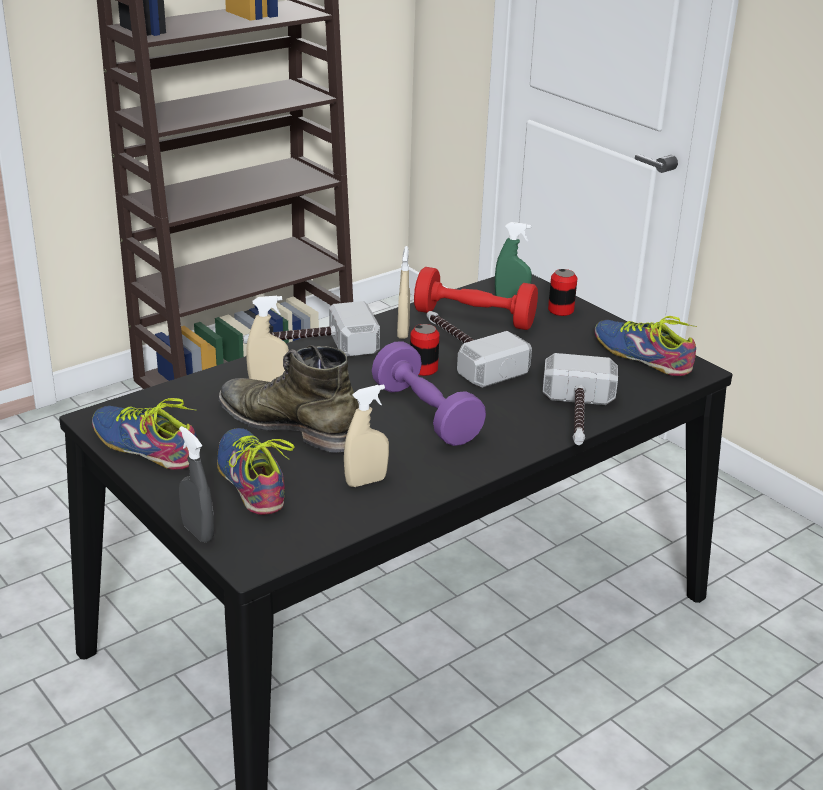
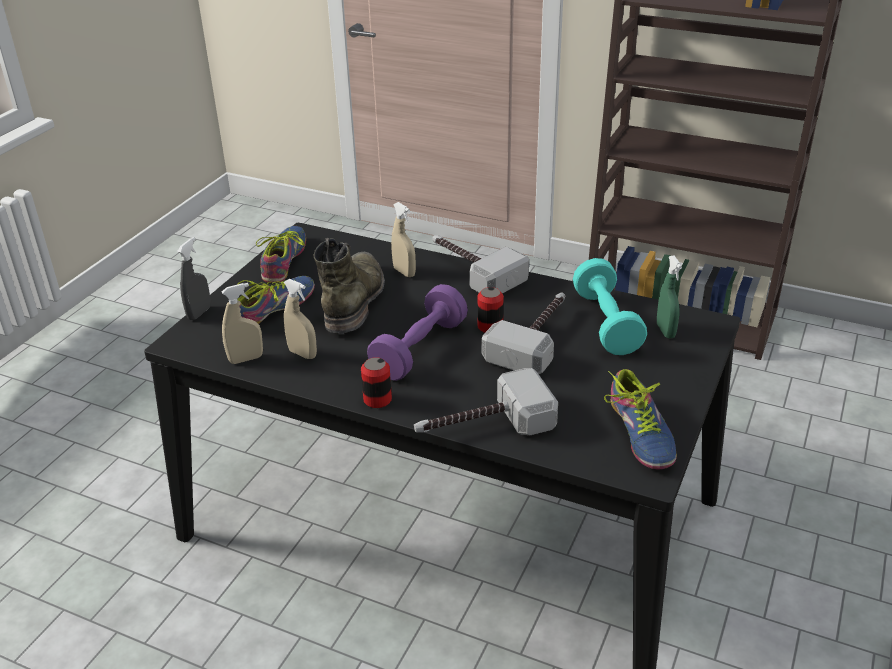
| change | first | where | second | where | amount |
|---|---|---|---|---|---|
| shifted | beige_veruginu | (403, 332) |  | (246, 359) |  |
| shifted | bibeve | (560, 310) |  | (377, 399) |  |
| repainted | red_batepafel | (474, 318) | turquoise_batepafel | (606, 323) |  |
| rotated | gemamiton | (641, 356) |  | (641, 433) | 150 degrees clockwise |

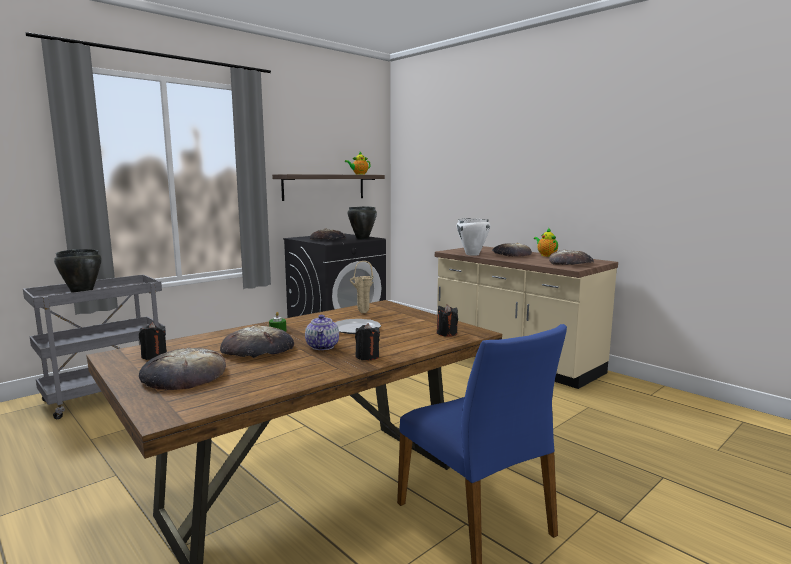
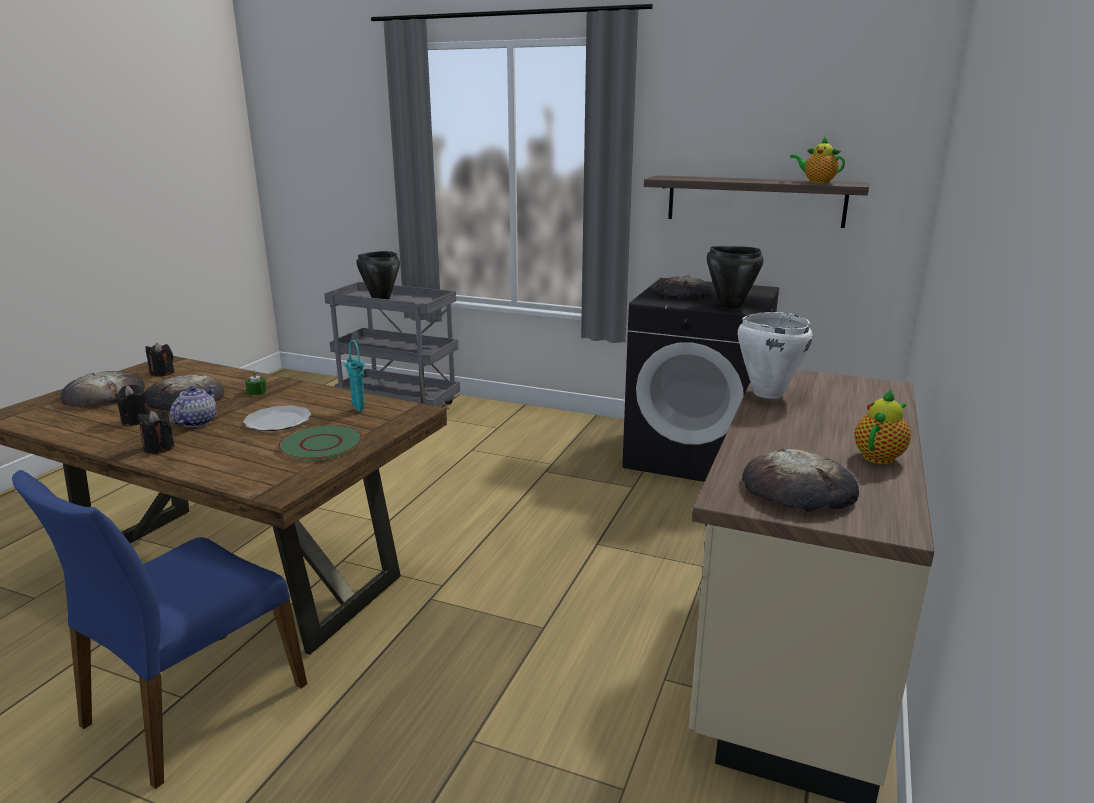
| change | first | where | second | where | amount |
|---|---|---|---|---|---|
| shifted | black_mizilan | (446, 333) |  | (136, 421) |  |
| rotated | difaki | (323, 346) |  | (197, 422) | 135 degrees clockwise |
| new |  |  | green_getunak | (321, 444) |  |
| repainted | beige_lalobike | (362, 313) | turquoise_lalobike | (357, 410) |  |
| gone | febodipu | (511, 254) |  |  |  |

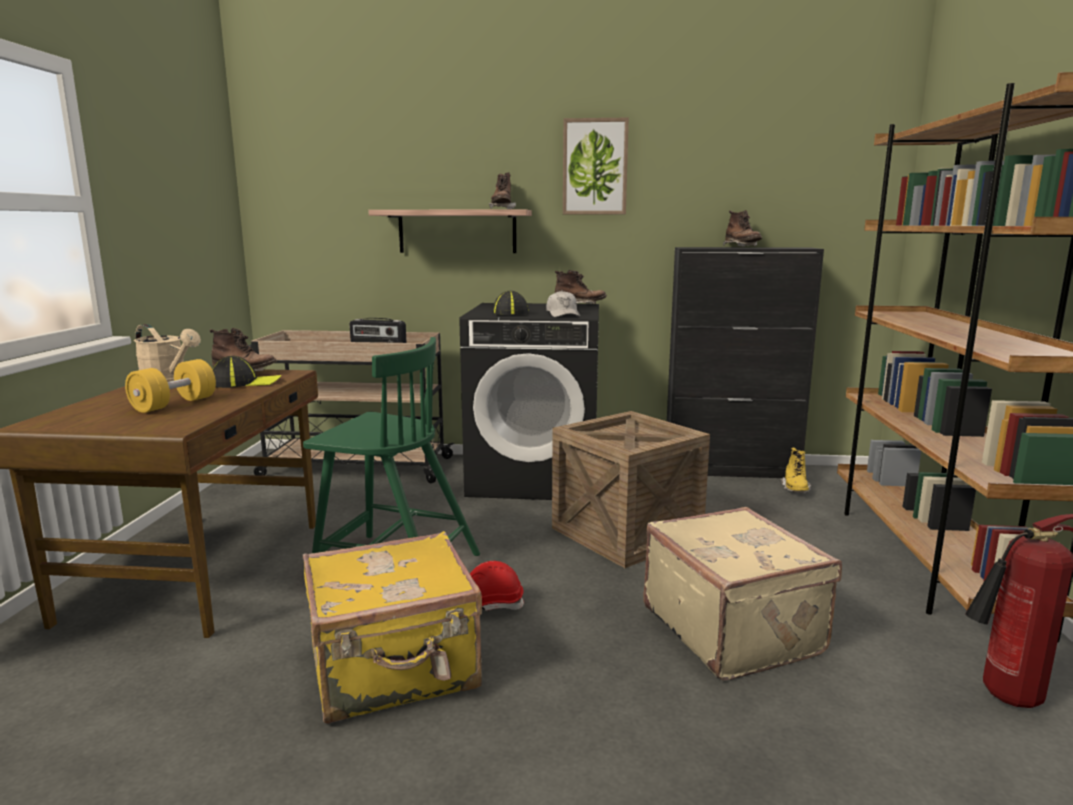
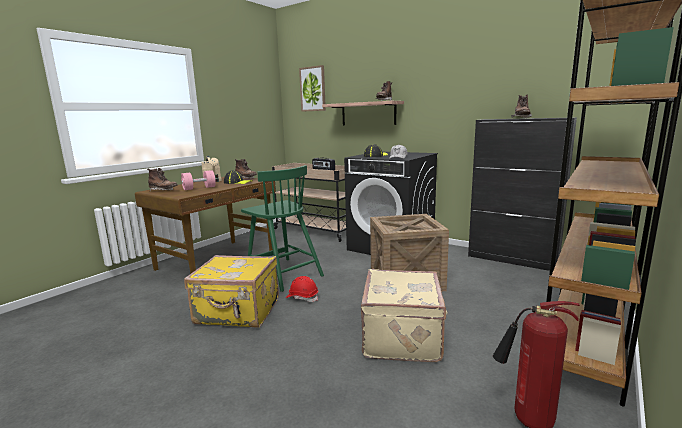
| change | first | where | second | where | amount |
|---|---|---|---|---|---|
| shifted | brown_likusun | (580, 306) |  | (163, 191) |  |
| repainted | yellow_batepafel | (174, 404) | pink_batepafel | (199, 188) |  |
| shifted | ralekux | (595, 167) |  | (313, 89) |  |
| gone | yellow_likusun | (795, 489) |  |  |  |

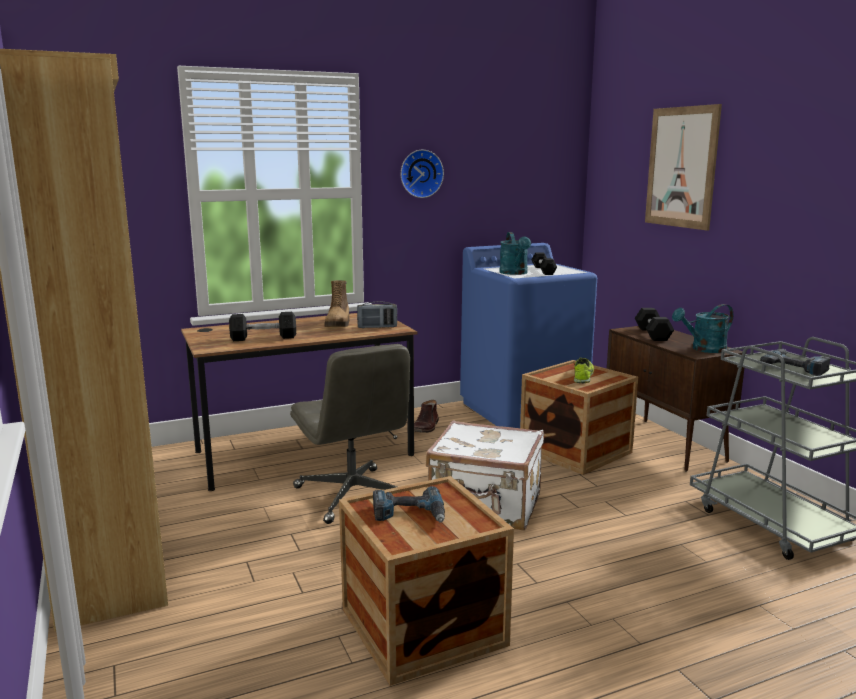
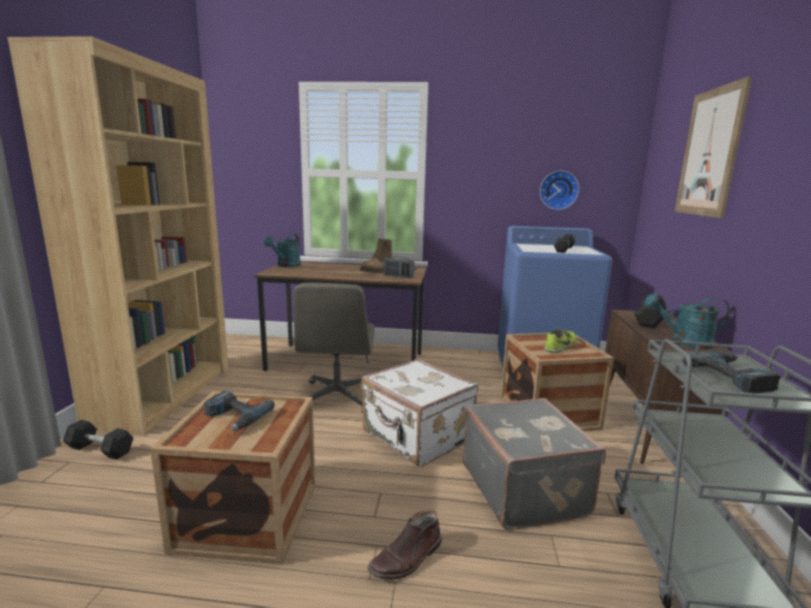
| change | first | where | second | where | amount |
|---|---|---|---|---|---|
| shifted | black_batepafel | (263, 338) |  | (100, 449) |  |
| shifted | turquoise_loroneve | (515, 273) |  | (286, 266) |  |
| shifted | brown_likusun | (426, 427) |  | (407, 558) |  |
| new |  |  | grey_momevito | (525, 488) |  |
| shifted | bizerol | (420, 173) |  | (558, 190) |  |

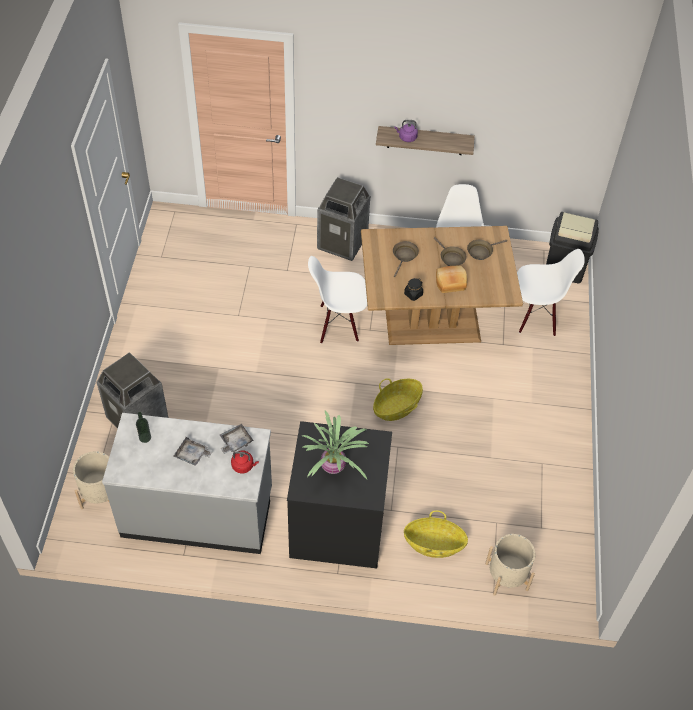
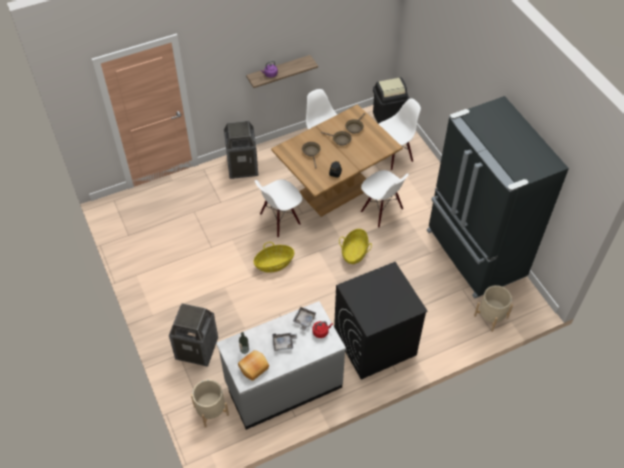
| change | first | where | second | where | amount |
|---|---|---|---|---|---|
| shifted | febodipu | (450, 282) |  | (253, 367) |  |
| shifted | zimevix | (434, 544) |  | (274, 264) |  |
| new |  |  | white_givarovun | (381, 210) |  |
| new |  |  | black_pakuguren | (474, 254) |  |
| gone | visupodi | (333, 467) |  |  |  |

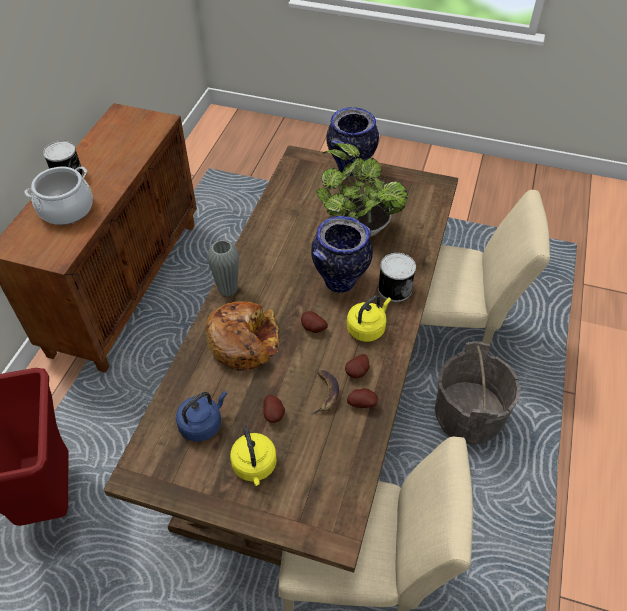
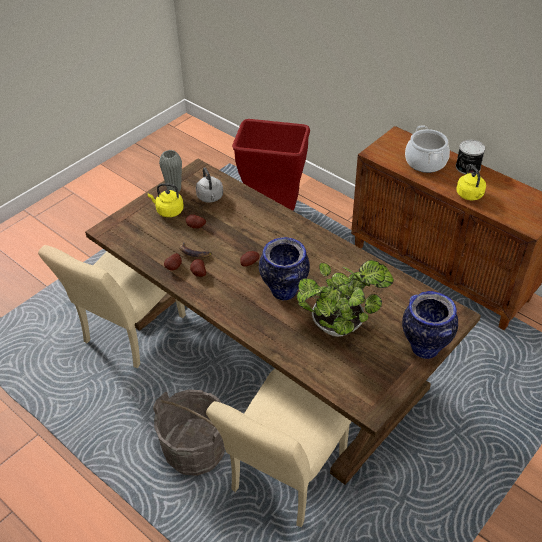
| change | first | where | second | where | amount |
|---|---|---|---|---|---|
| shifted | grey_lalobike | (228, 289) |  | (174, 189) |  |
| repainted | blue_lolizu | (202, 424) | grey_lolizu | (210, 198) |  |
| shifted | yellow_lolizu | (367, 328) |  | (470, 195) |  |
| gone | febodipu | (243, 342) |  |  |  |
| gone | bibeve | (394, 288) |  |  |  |

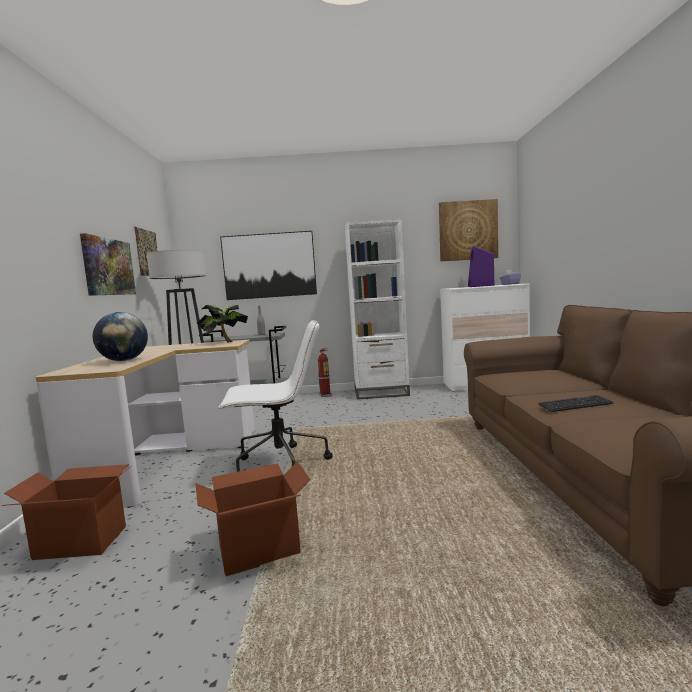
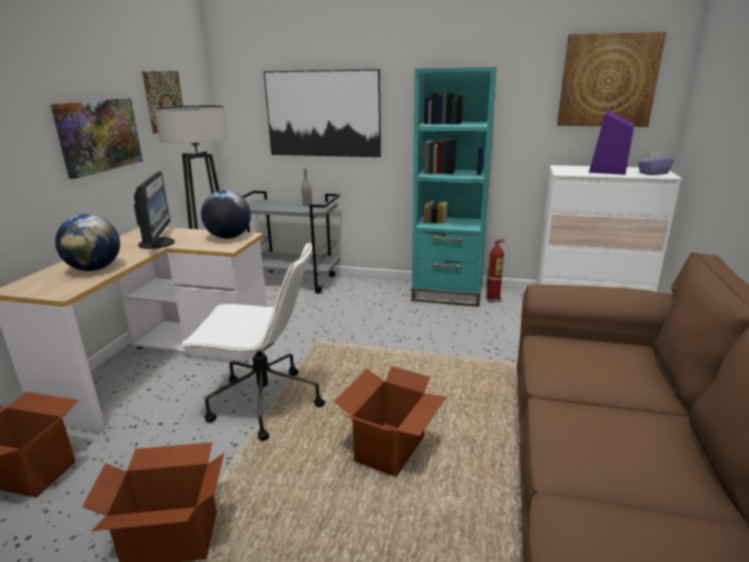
| change | first | where | second | where | amount |
|---|---|---|---|---|---|
| new |  |  | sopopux | (158, 243) |  |
| swapped | visupodi | (223, 342) | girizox | (229, 237) |  |
| new |  |  | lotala | (391, 449) |  |
| repainted | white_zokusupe | (381, 393) | turquoise_zokusupe | (447, 294) |  |
| shifted | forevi | (325, 395) |  | (493, 299) |  |
| gone | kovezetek | (575, 405) |  |  |  |

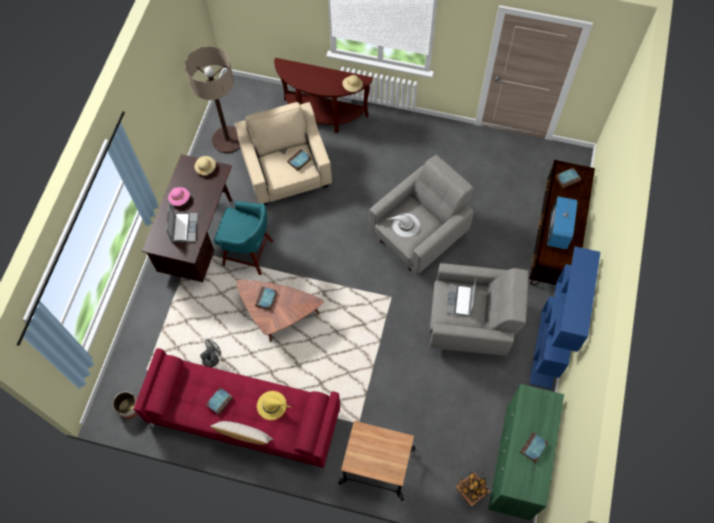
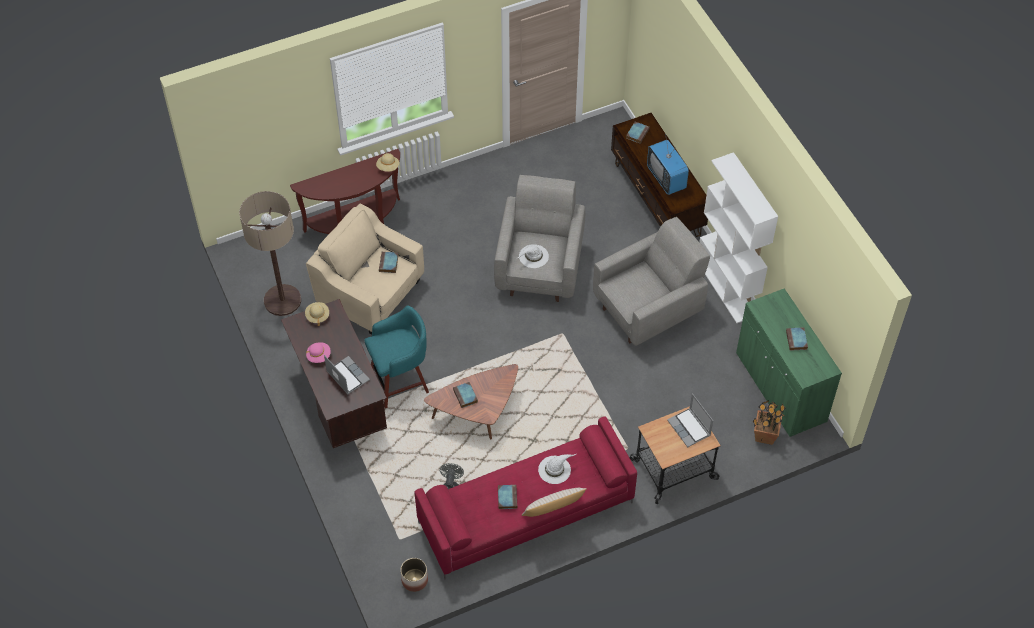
| change | first | where | second | where | amount |
|---|---|---|---|---|---|
| repainted | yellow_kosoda | (272, 405) | white_kosoda | (555, 469) |  |
| shifted | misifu | (460, 301) |  | (689, 428) |  |
| repainted | blue_zokusupe | (547, 349) | white_zokusupe | (727, 288) |  |

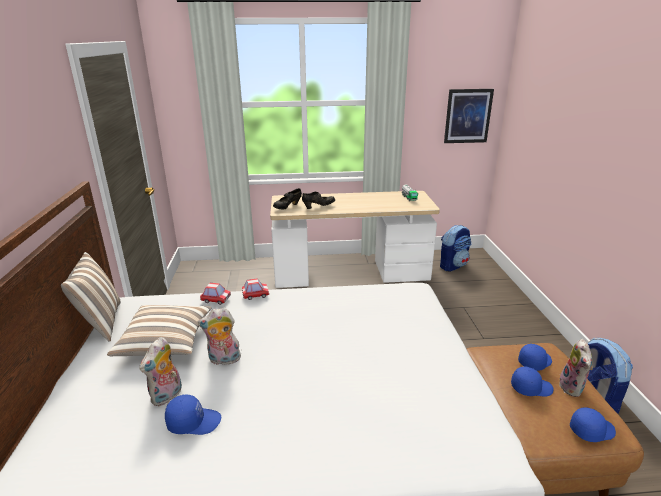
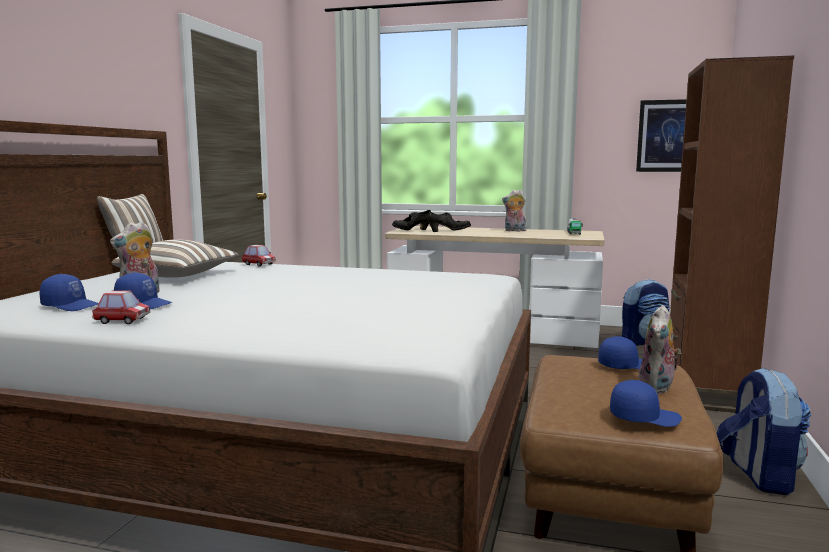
| change | first | where | second | where | amount |
|---|---|---|---|---|---|
| shifted | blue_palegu | (531, 387) |  | (71, 306) |  |
| shifted | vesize | (255, 295) |  | (122, 320) |  |
| shifted | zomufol | (223, 360) |  | (514, 231) |  |
| new |  |  | brown_zokusupe | (706, 392) |  |

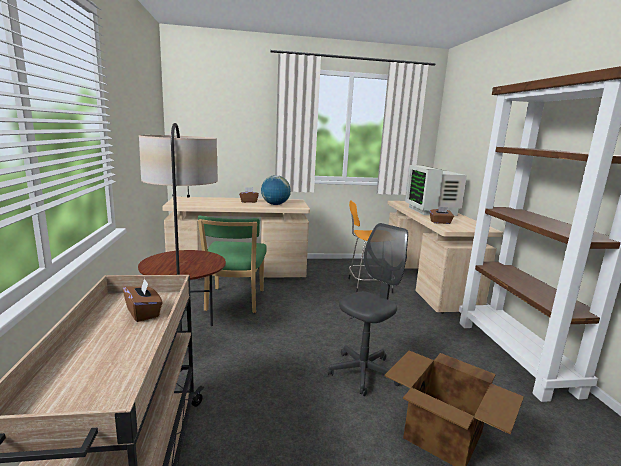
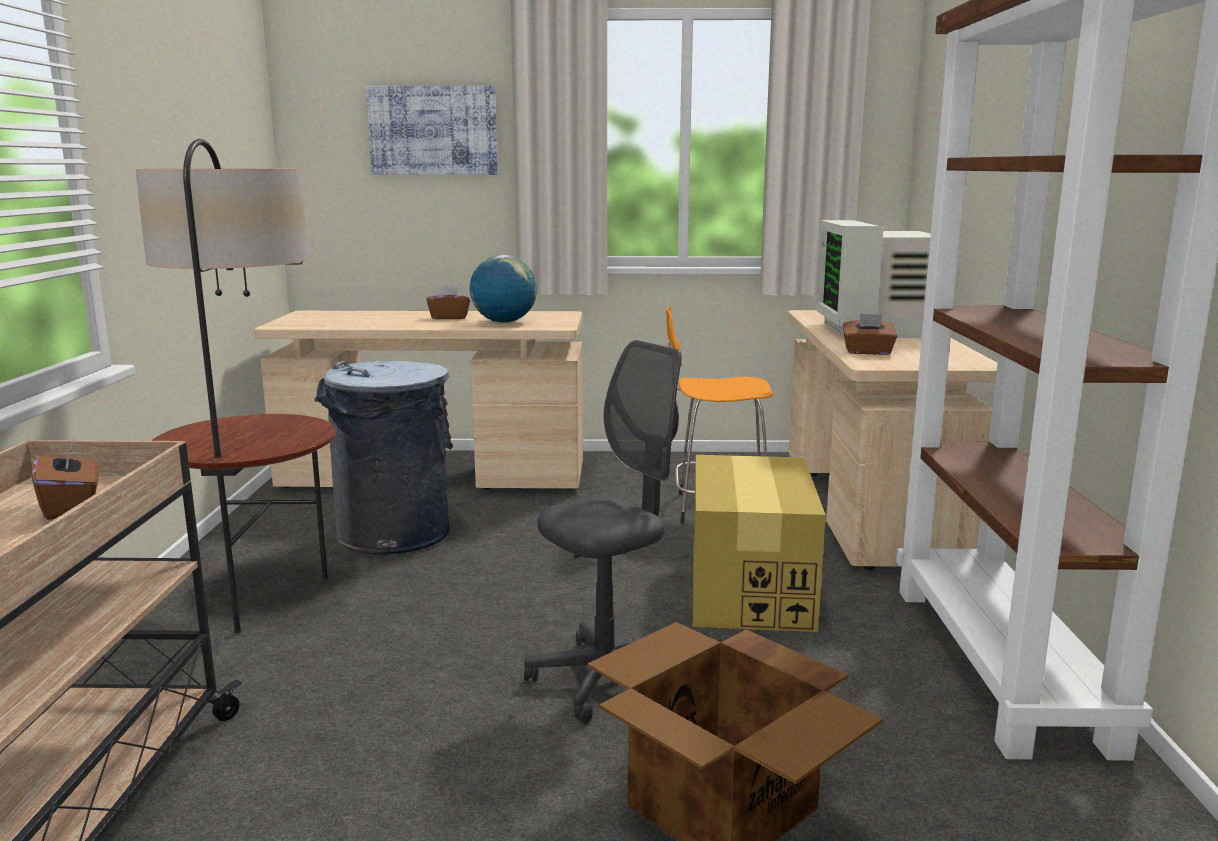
| change | first | where | second | where | amount |
|---|---|---|---|---|---|
| swapped | green_givarovun | (234, 302) | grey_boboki | (394, 535) |  |
| new |  |  | ralekux | (433, 131) |  |
| new |  |  | lotala | (749, 589) |  |

